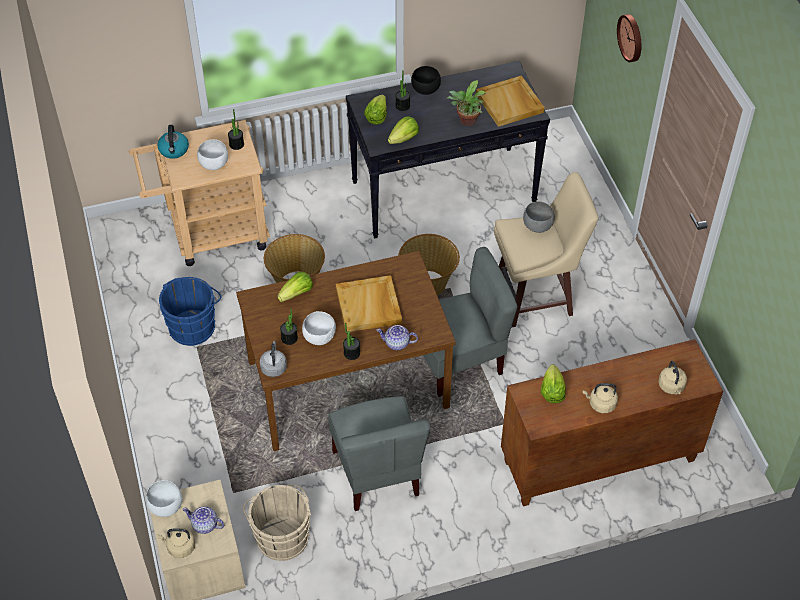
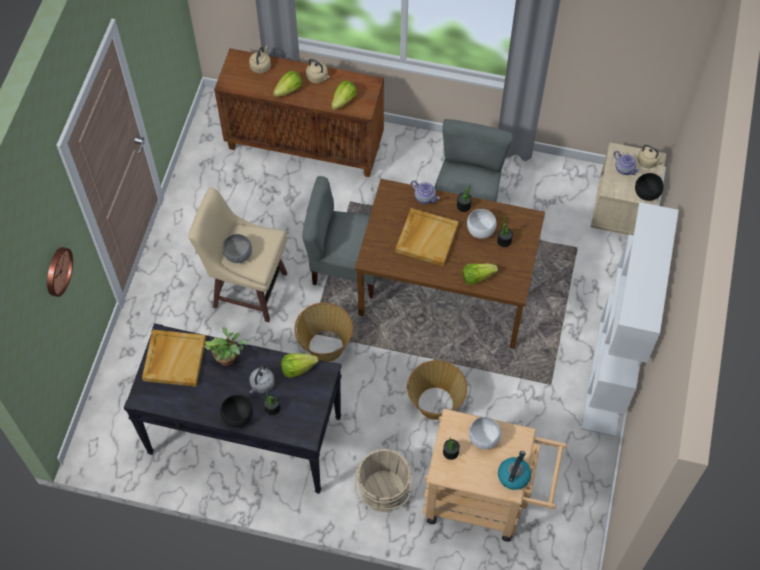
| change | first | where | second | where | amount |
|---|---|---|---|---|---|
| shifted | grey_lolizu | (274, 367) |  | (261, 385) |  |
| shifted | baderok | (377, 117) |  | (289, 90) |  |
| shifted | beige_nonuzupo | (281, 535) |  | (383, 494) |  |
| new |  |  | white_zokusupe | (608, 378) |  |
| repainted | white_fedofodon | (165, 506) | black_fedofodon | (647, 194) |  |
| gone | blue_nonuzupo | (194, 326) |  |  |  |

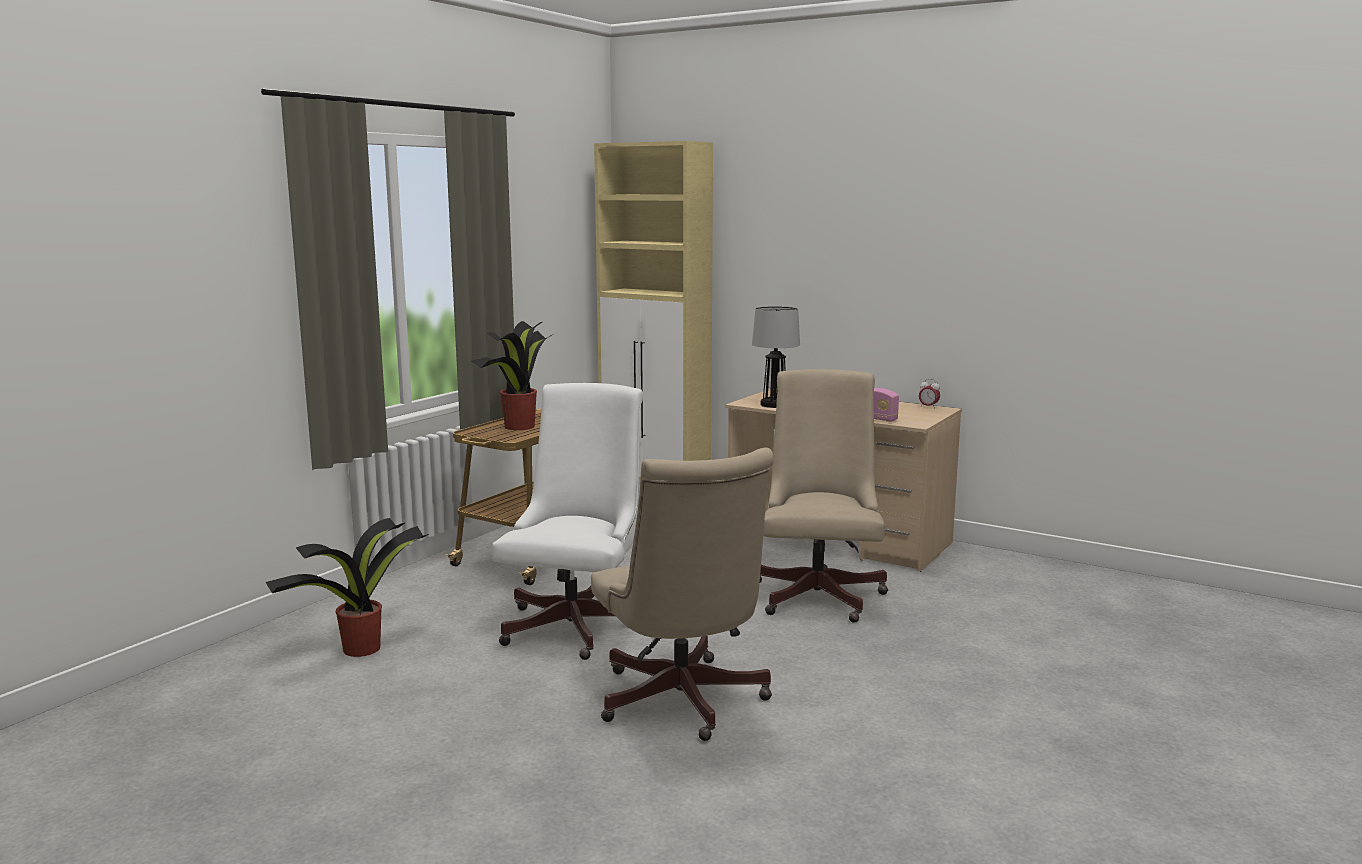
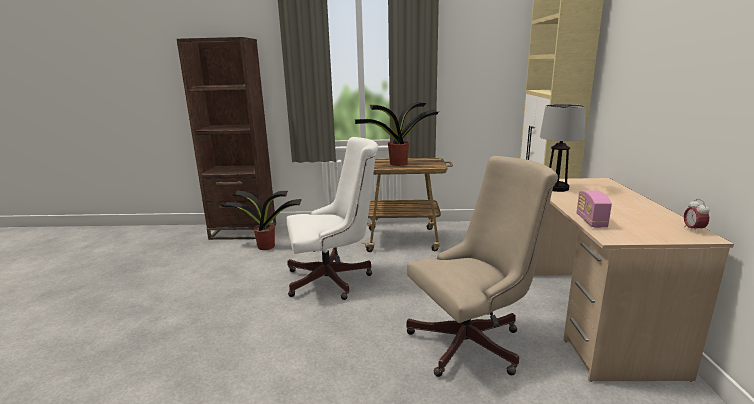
| change | first | where | second | where | amount |
|---|---|---|---|---|---|
| new |  |  | brown_zokusupe | (243, 231) |  |
| gone | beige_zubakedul | (683, 704) |  |  |  |

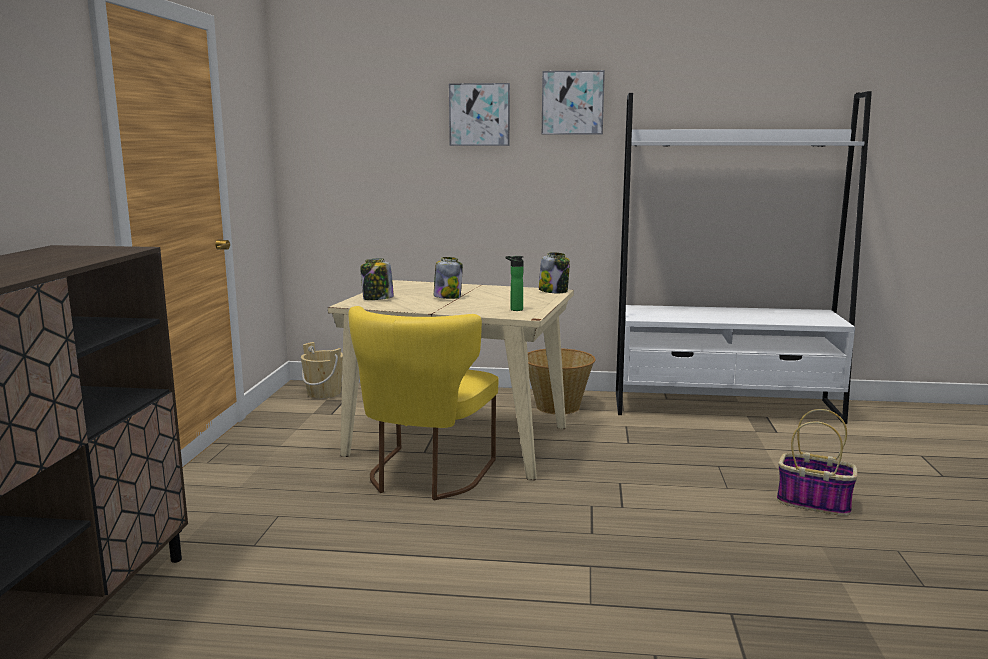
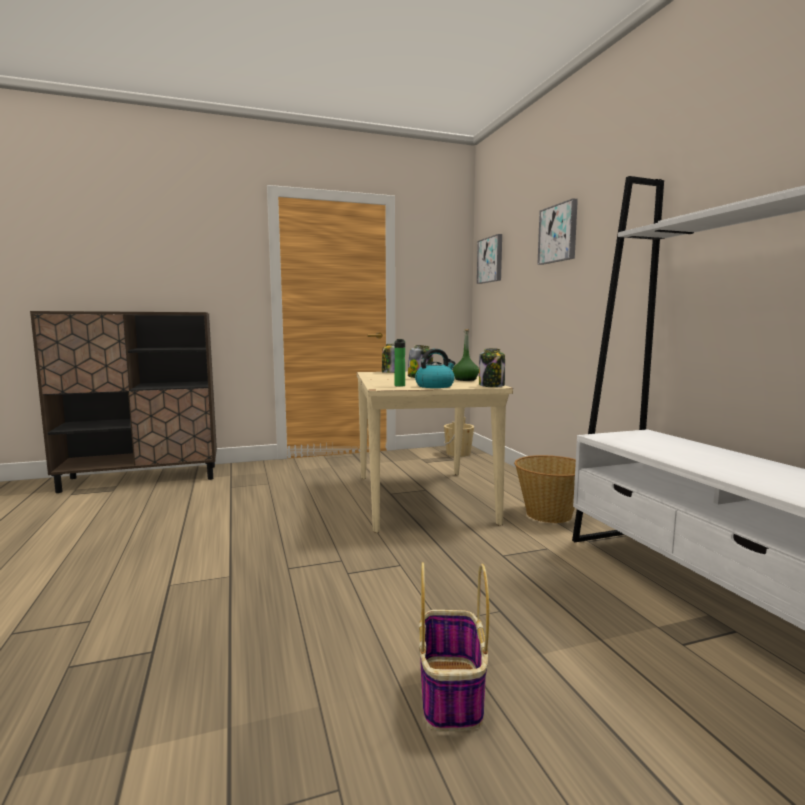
| change | first | where | second | where | amount |
|---|---|---|---|---|---|
| new |  |  | lolizu | (435, 386) |  |
| new |  |  | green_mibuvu | (465, 379) |  |
| shifted | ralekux | (572, 103) |  | (491, 260) |  |
| gone | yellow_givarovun | (425, 476) |  |  |  |

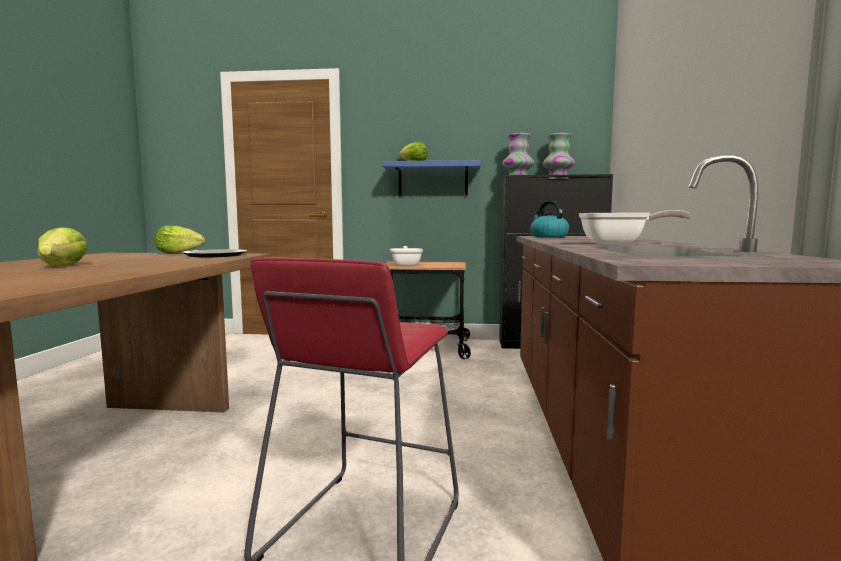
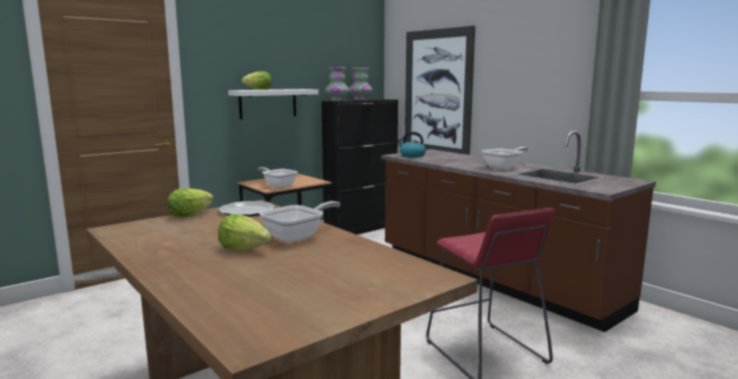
| change | first | where | second | where | amount |
|---|---|---|---|---|---|
| repainted | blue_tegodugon | (433, 180) | white_tegodugon | (268, 103) |  |
| new |  |  | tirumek | (298, 236) |  |
| new |  |  | ralekux | (437, 93) |  |

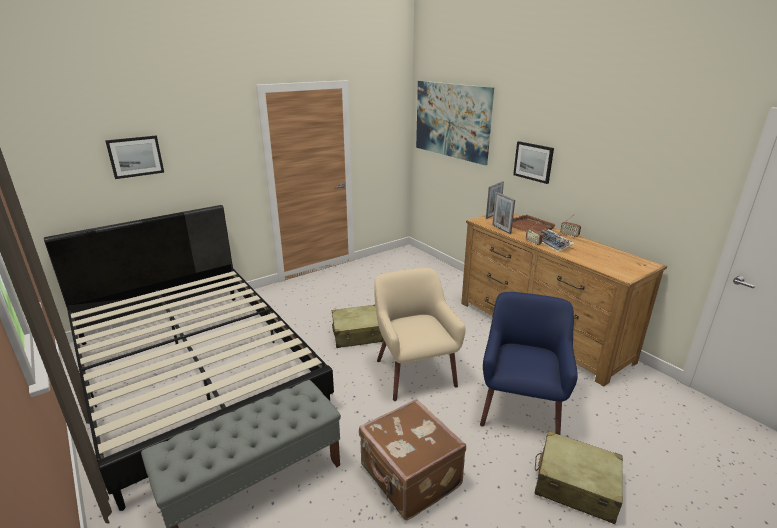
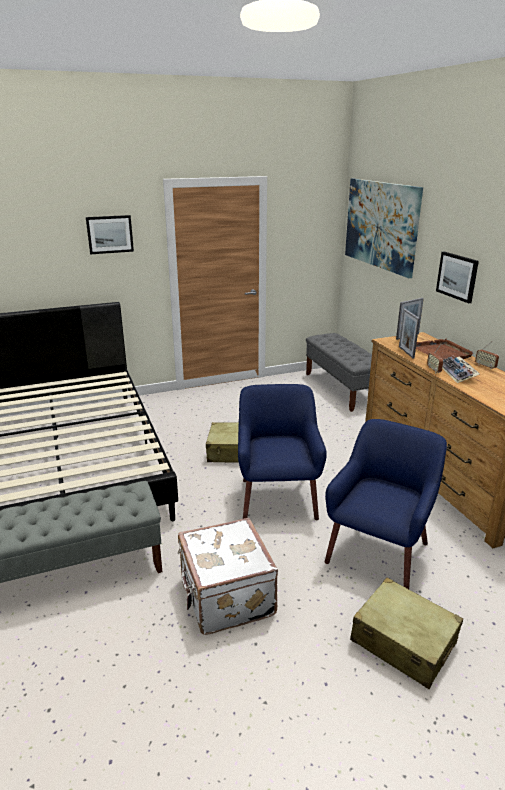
| change | first | where | second | where | amount |
|---|---|---|---|---|---|
| shifted | ralekux | (135, 156) |  | (110, 234) |  |
| repainted | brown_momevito | (409, 477) | white_momevito | (225, 597) |  |
| repainted | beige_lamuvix | (414, 372) | blue_lamuvix | (277, 498) |  |
| new |  |  | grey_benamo | (342, 389) |  |

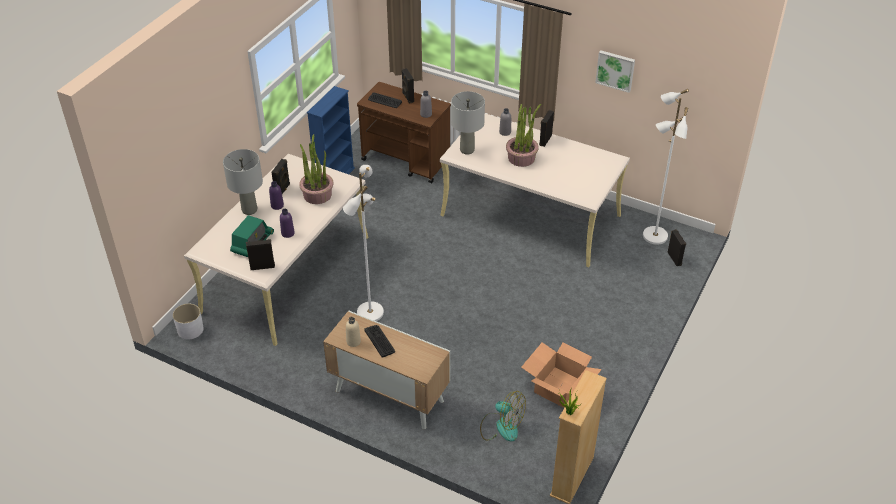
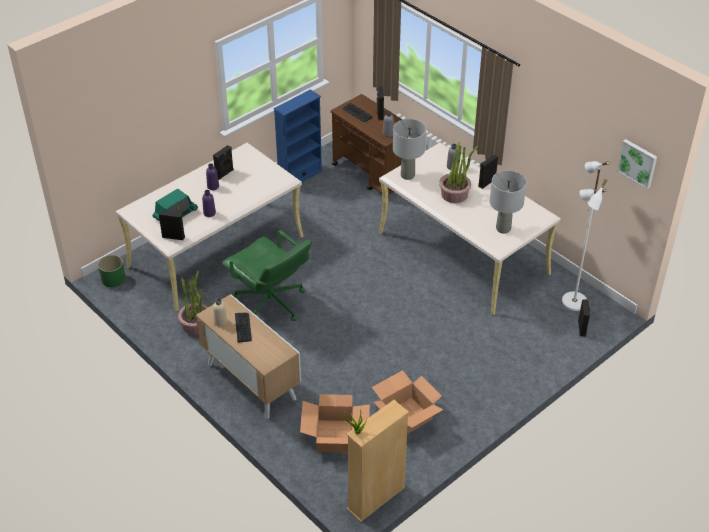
| change | first | where | second | where | amount |
|---|---|---|---|---|---|
| repainted | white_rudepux | (190, 330) | green_rudepux | (113, 279) |  |
| shifted | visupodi | (317, 194) |  | (195, 324) |  |
| swapped | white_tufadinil | (369, 312) | green_zubakedul | (270, 304) |  |
| swapped | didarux | (501, 426) | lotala | (335, 436) |  |
| shifted | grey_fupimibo | (249, 210) |  | (503, 228) |  |
| shifted | ralekux | (615, 70) |  | (638, 163) |  |

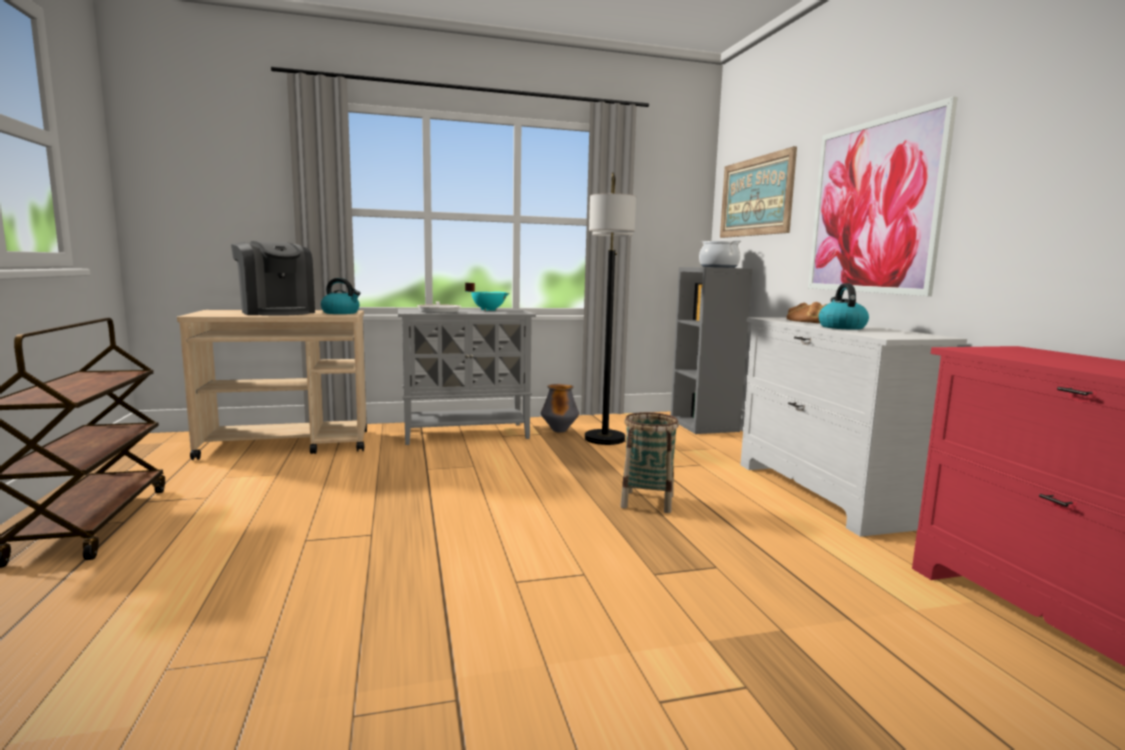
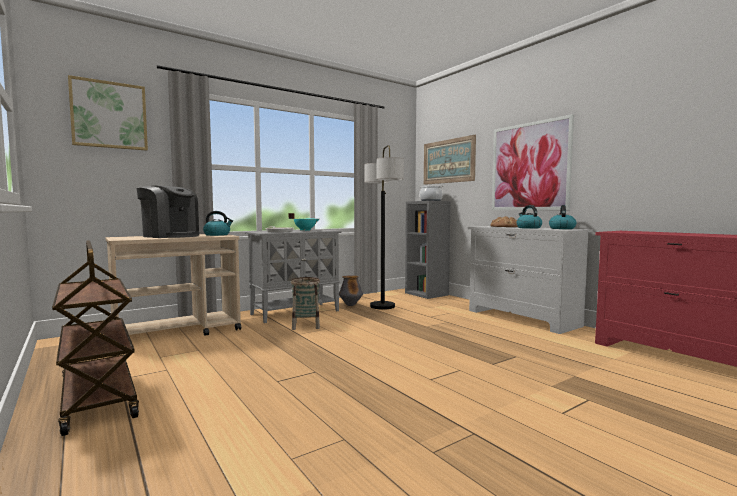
| change | first | where | second | where | amount |
|---|---|---|---|---|---|
| new |  |  | ralekux | (109, 115) |  |
| shifted | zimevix | (647, 501) |  | (306, 325) |  |
| new |  |  | lolizu | (562, 228) |  |

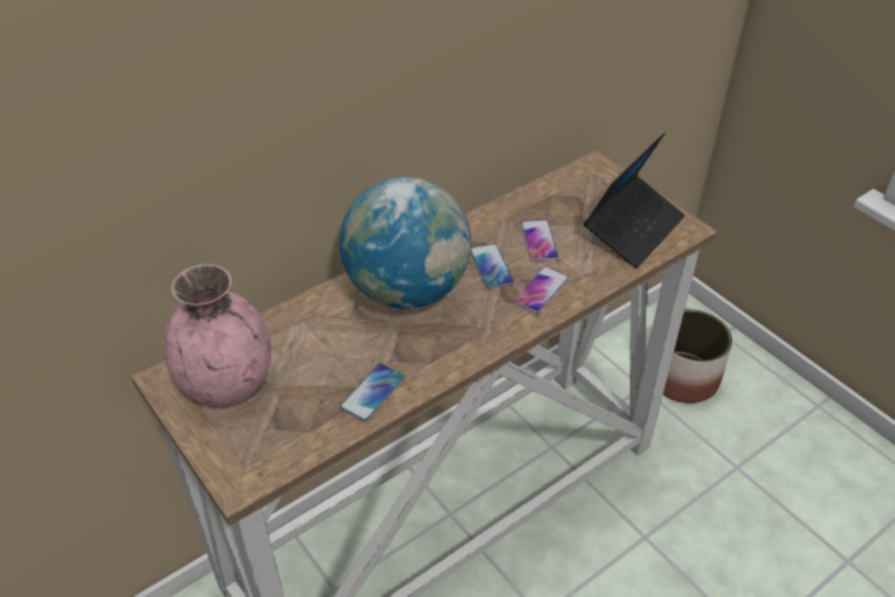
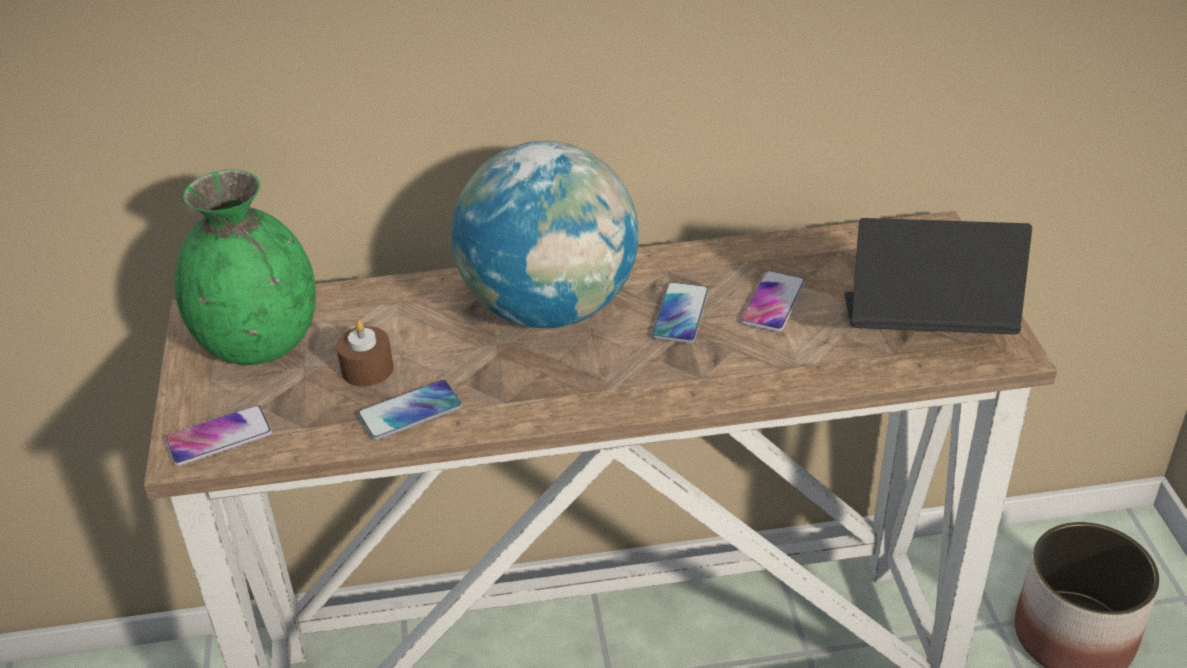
| change | first | where | second | where | amount |
|---|---|---|---|---|---|
| shifted | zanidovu | (541, 290) |  | (219, 437) |  |
| repainted | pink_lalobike | (227, 383) | green_lalobike | (260, 343) |  |
| new |  |  | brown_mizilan | (367, 369) |  |
| rotated | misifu | (633, 229) |  | (925, 327) | 150 degrees counterclockwise |

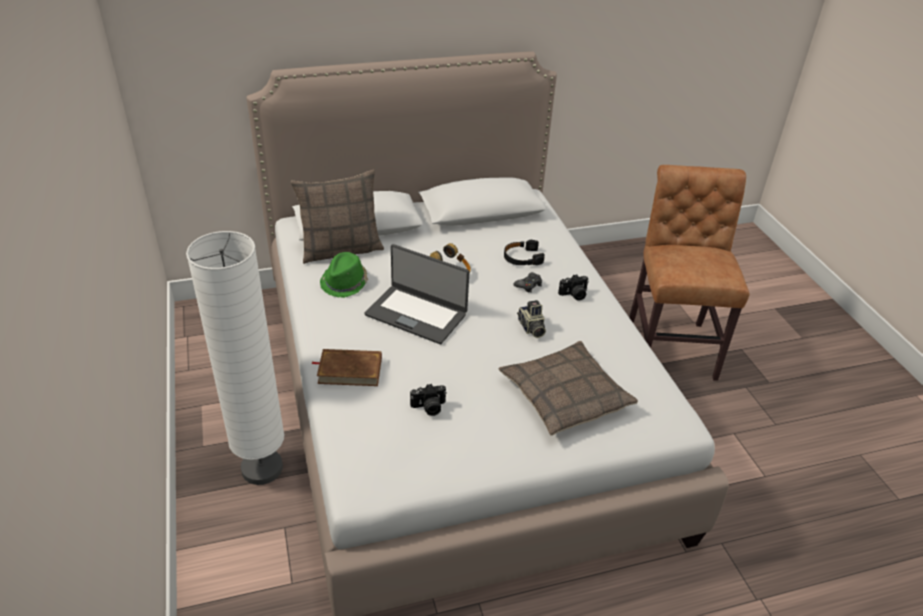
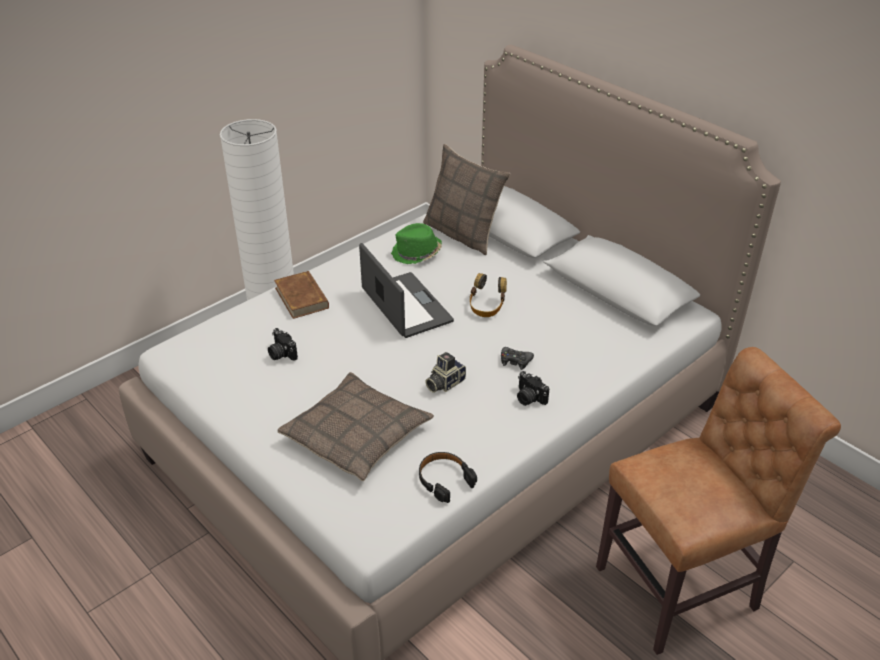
| change | first | where | second | where | amount |
|---|---|---|---|---|---|
| rotated | misifu | (416, 314) |  | (405, 306) | 150 degrees clockwise |
| shifted | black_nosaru | (522, 258) |  | (444, 480) |  |

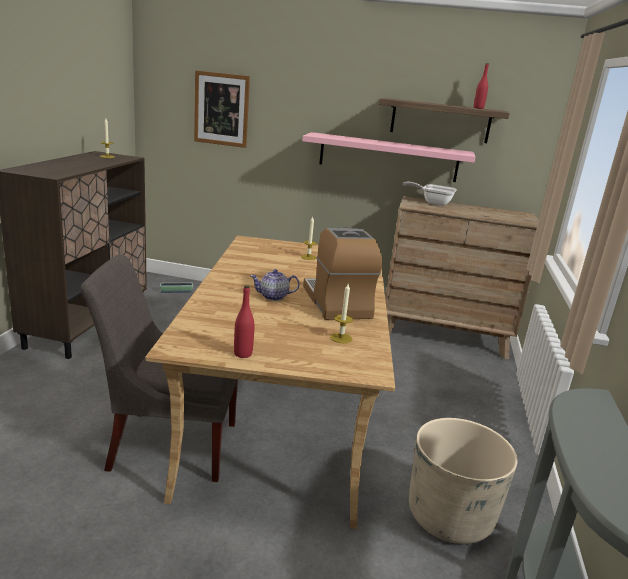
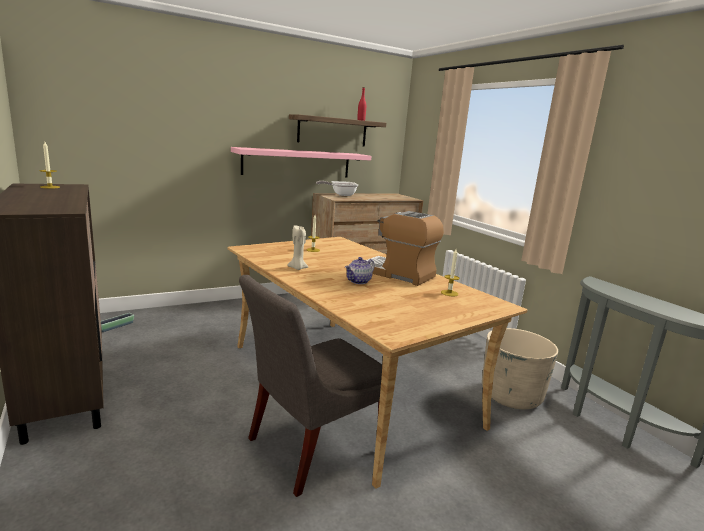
| change | first | where | second | where | amount |
|---|---|---|---|---|---|
| new |  |  | beige_mizilan | (297, 268) |  |
| gone | ralekux | (221, 109) |  |  |  |
| gone | red_mibuvu | (243, 354) |  |  |  |

